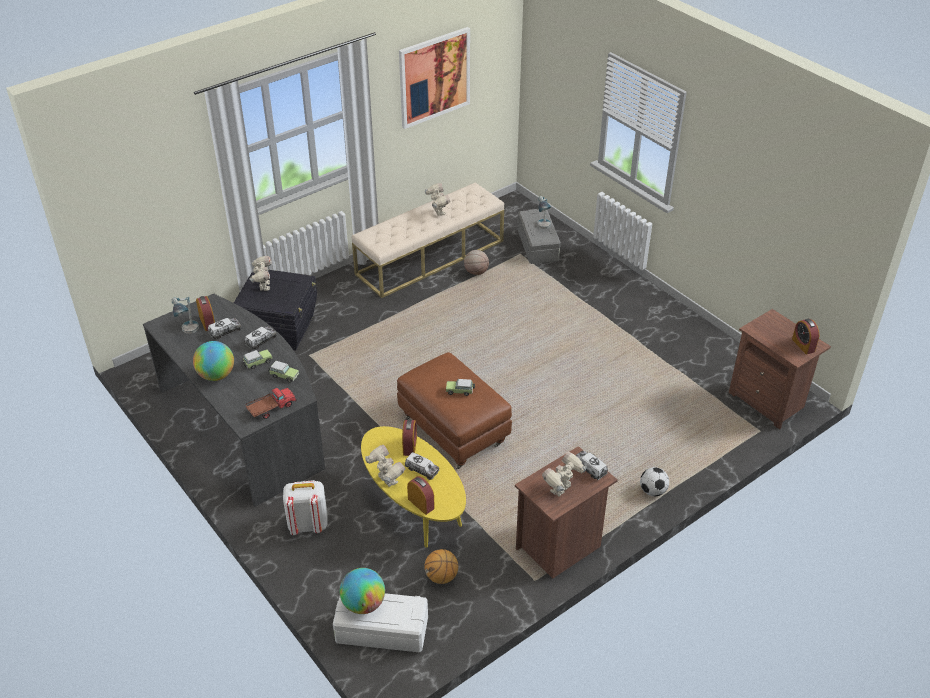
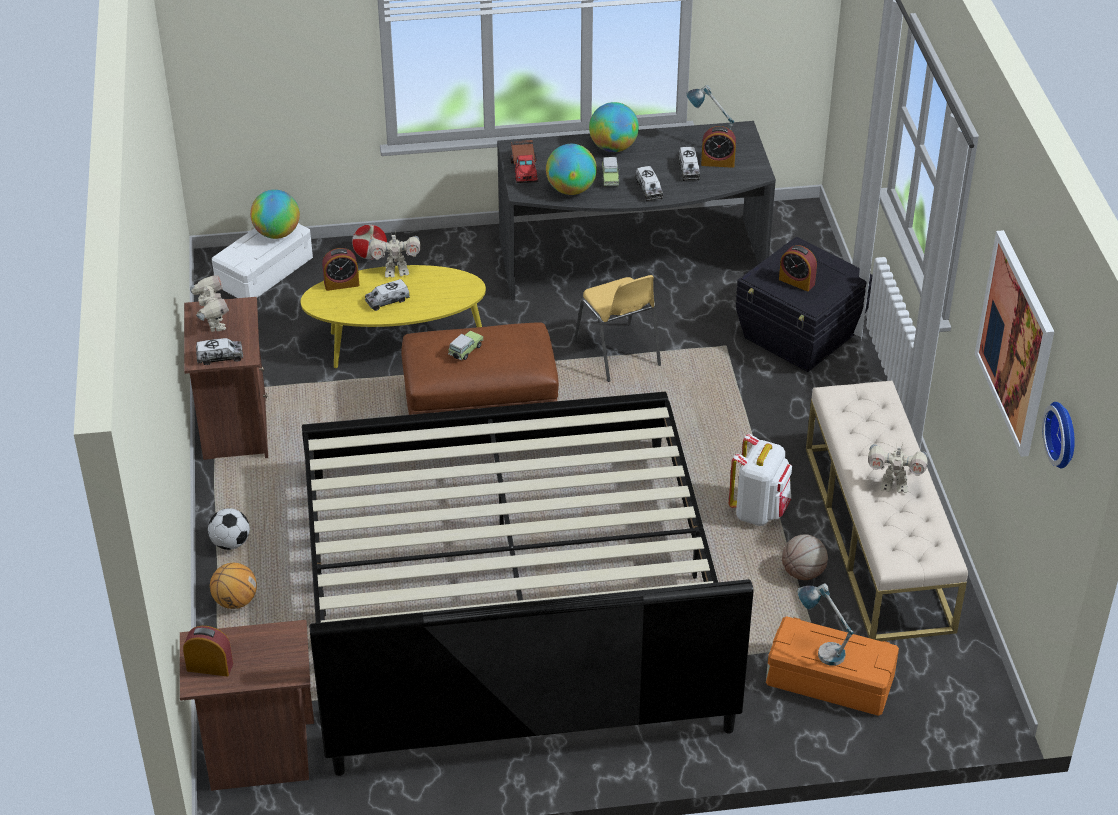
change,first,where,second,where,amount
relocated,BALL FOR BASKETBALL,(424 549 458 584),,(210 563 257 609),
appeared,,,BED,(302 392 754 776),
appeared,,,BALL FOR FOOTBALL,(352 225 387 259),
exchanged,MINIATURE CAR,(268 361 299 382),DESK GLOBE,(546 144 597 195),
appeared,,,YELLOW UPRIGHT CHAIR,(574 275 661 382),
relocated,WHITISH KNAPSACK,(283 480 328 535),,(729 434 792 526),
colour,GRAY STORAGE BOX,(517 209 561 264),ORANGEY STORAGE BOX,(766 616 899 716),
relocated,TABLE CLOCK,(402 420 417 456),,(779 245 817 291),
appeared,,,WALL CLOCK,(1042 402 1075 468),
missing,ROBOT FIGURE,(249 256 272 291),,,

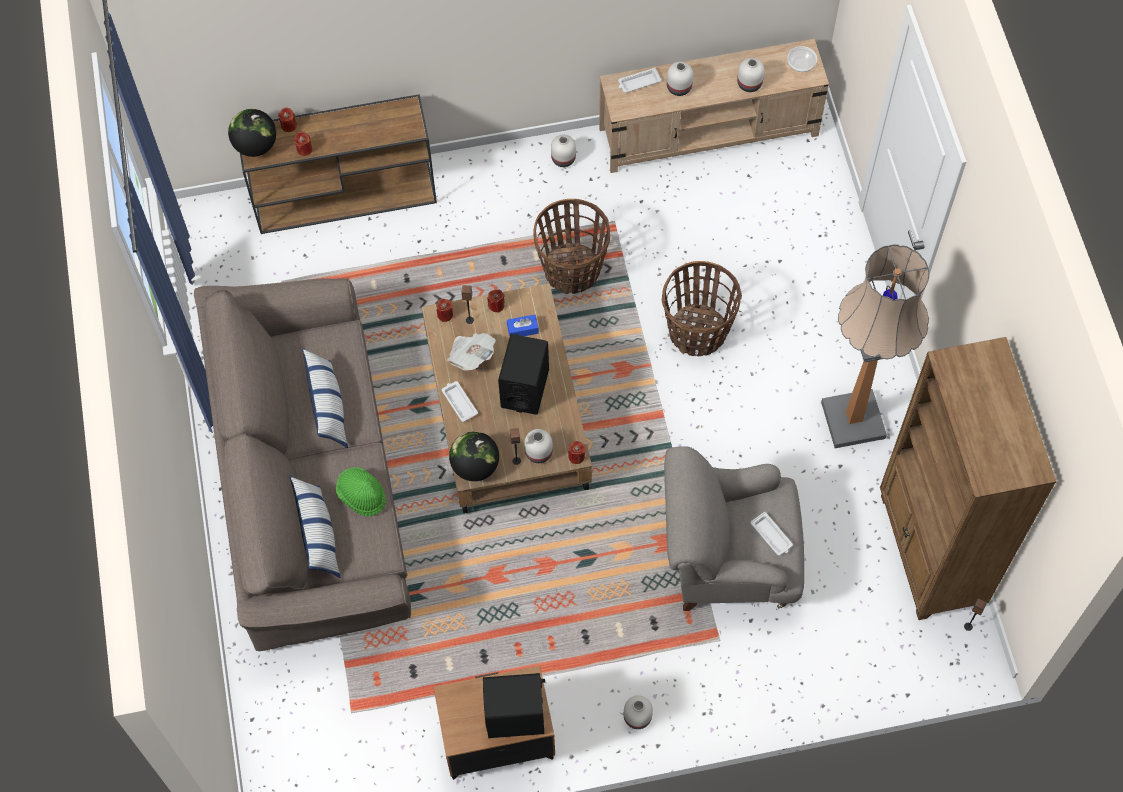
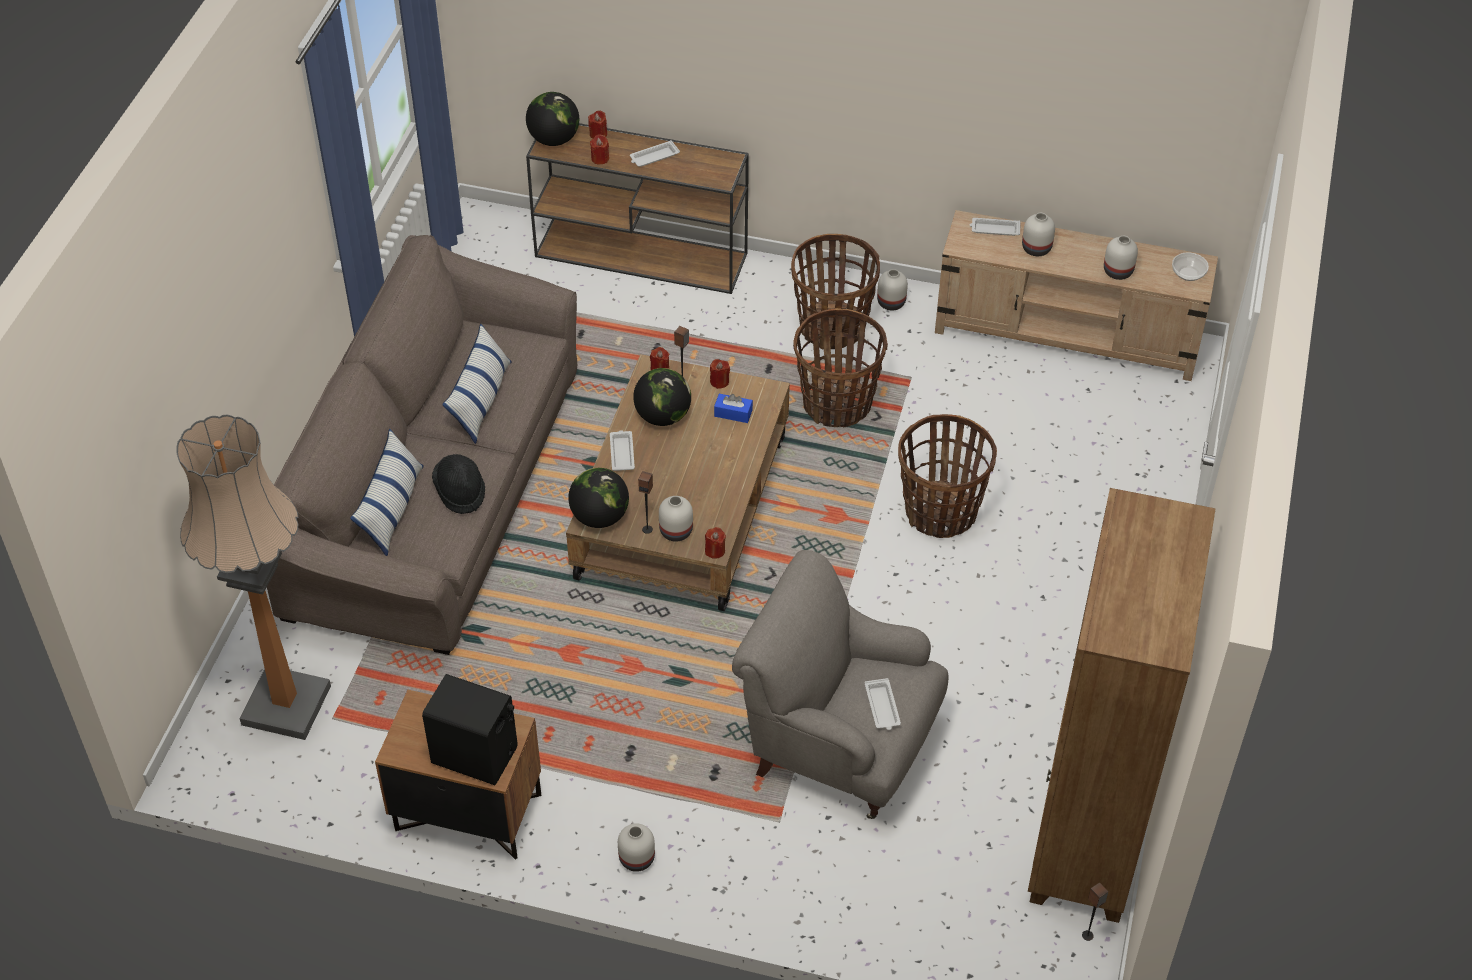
change,first,where,second,where,amount
relocated,STANDARD LAMP,(821 244 929 448),,(176 414 331 740),
colour,GREEN-COLOURED HAT,(336 467 386 516),BLACKISH HAT,(432 454 485 514),
appeared,,,WHITISH TRAY,(630 140 680 167),
exchanged,PRINTED PAPER,(447 333 496 371),DESK GLOBE,(633 368 691 426),
appeared,,,STORAGE BASKET,(791 234 880 350),
missing,BLACKISH SPEAKER,(498 334 549 415),,,

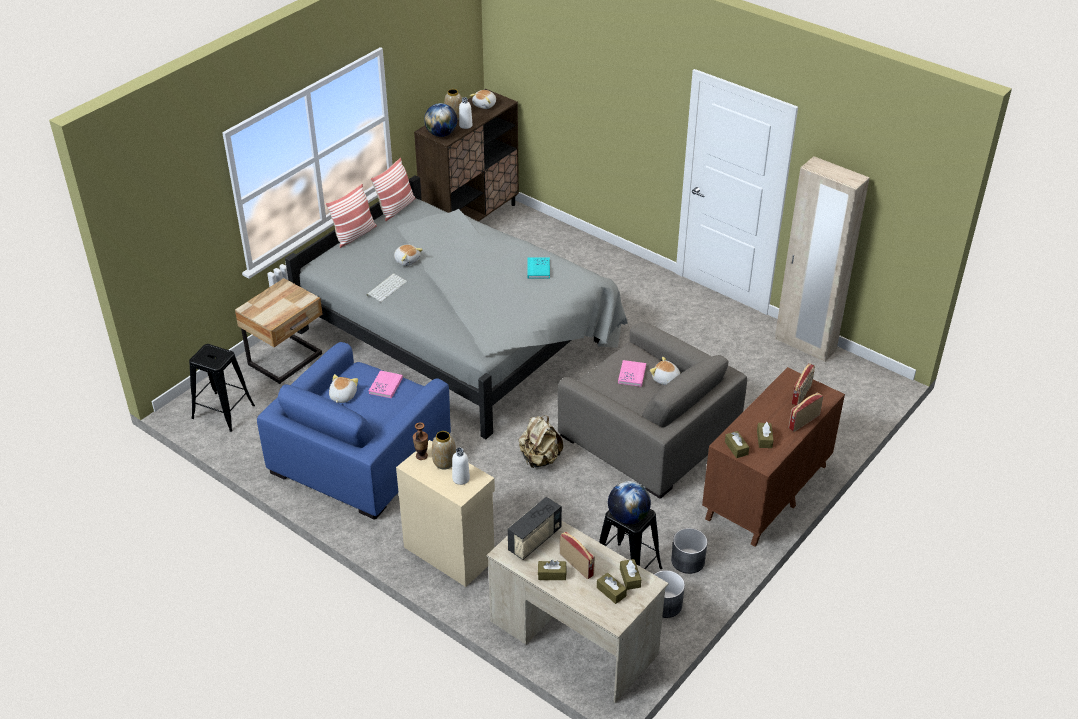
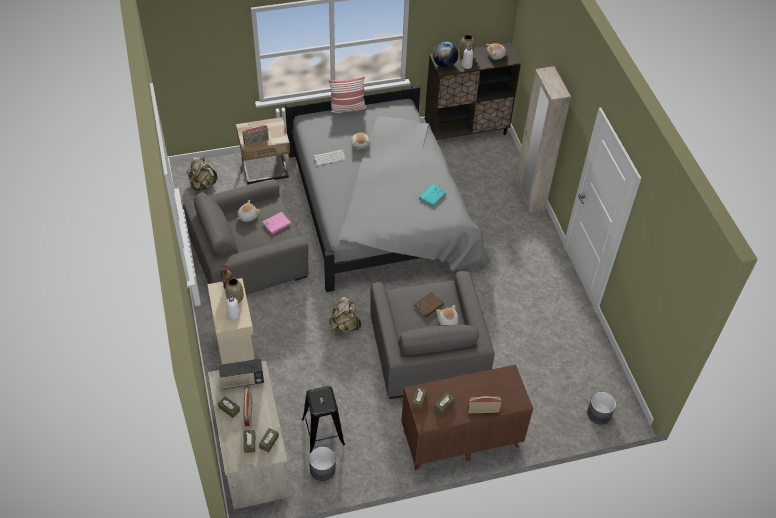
change,first,where,second,where,amount
colour,BLUE ARMCHAIR,(257 342 451 520),GRAY ARMCHAIR,(183 179 309 295),
exchanged,BLACKISH STOOL SEAT,(189 344 255 432),SAND-COLOURED KNAPSACK,(187 157 217 191),
relocated,RADIO,(791 363 815 406),,(243 125 269 146),
colour,PINKISH VOLUME,(618 360 646 387),BROWN VOLUME,(414 292 444 317),
relocated,SAND-COLOURED CLOTHES CUPBOARD,(775 156 870 362),,(515 66 571 213),
relocated,GRAY FLOWER POT,(671 528 708 574),,(587 392 616 424),
missing,PILLOW,(371 158 415 221),,,
missing,DESK GLOBE,(608 481 651 524),,,

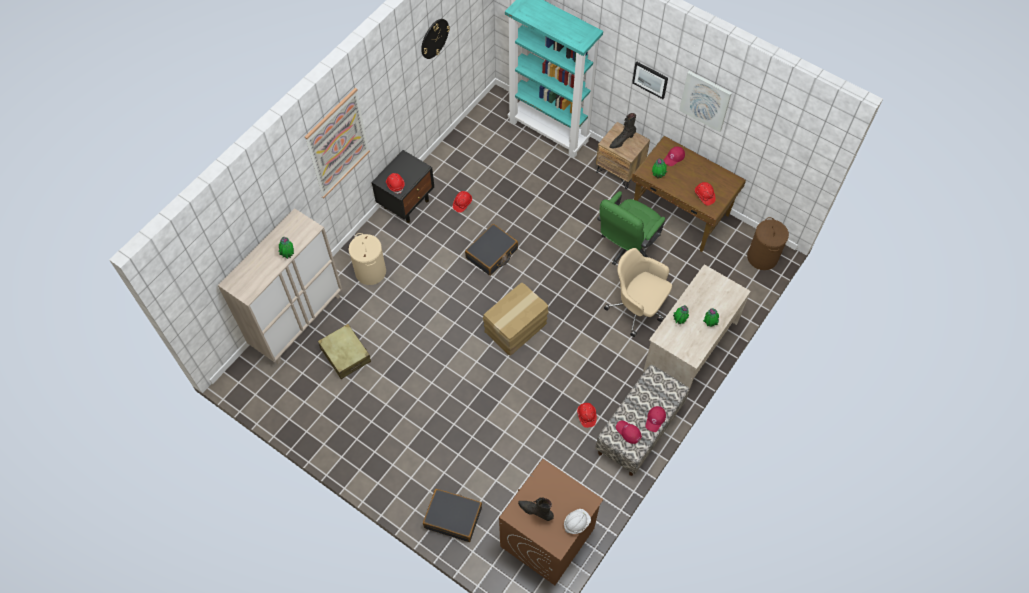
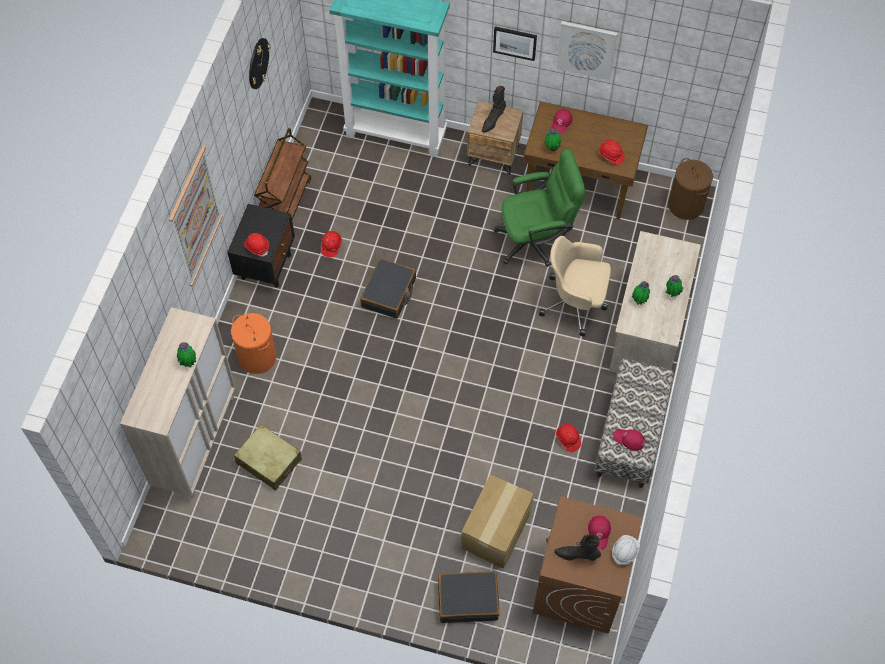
change,first,where,second,where,amount
colour,SAND-COLOURED WASHING BASKET,(349 233 386 285),ORANGEY WASHING BASKET,(231 313 277 374),
appeared,,,BROWN TROLLEY,(254 128 311 220),
relocated,CARDBOARD BOX,(483 283 549 356),,(461 475 533 568),
spun,GREEN-COLOURED OFFICE CHAIR,(597 191 665 265),,(493 149 585 267),120 degrees counterclockwise
relocated,REDDISH PEAKED CAP,(646 406 666 432),,(588 515 611 549),

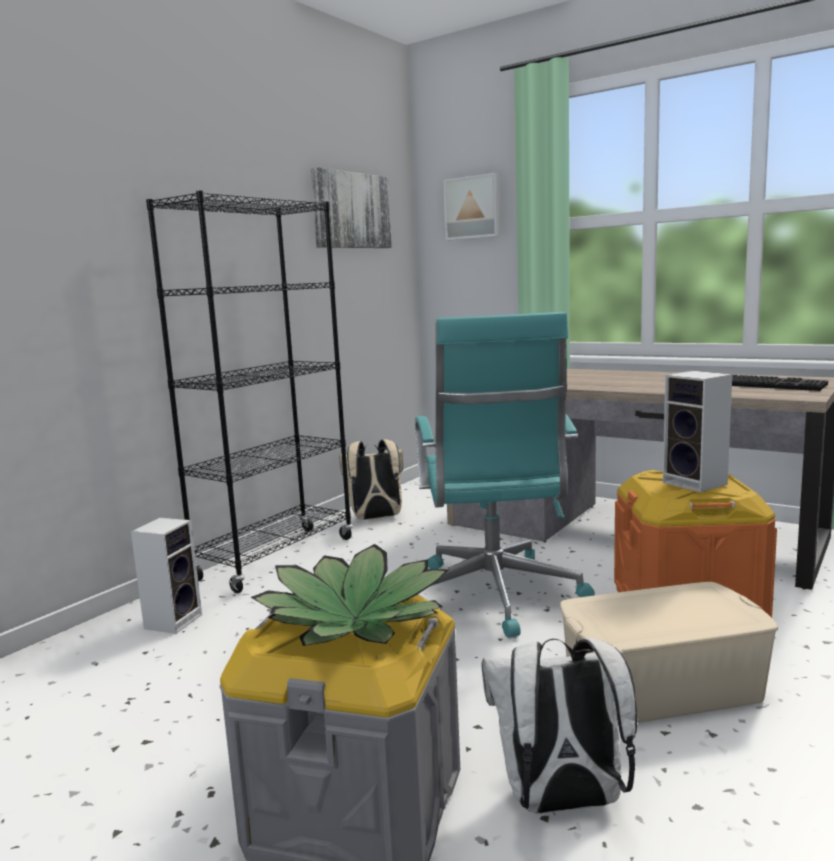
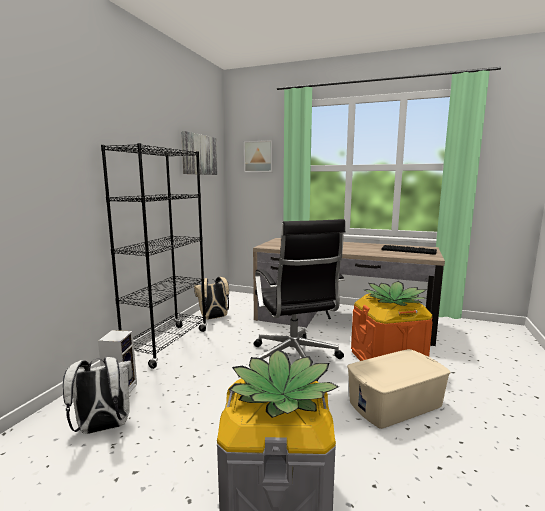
change,first,where,second,where,amount
relocated,WHITISH KNAPSACK,(481 638 637 814),,(63 357 133 434),
colour,TURQUOISE OFFICE CHAIR,(415 312 595 638),BLACKISH OFFICE CHAIR,(254 219 345 382),
exchanged,SPEAKER,(663 371 732 493),PLANT IN A POT,(365 281 427 306),

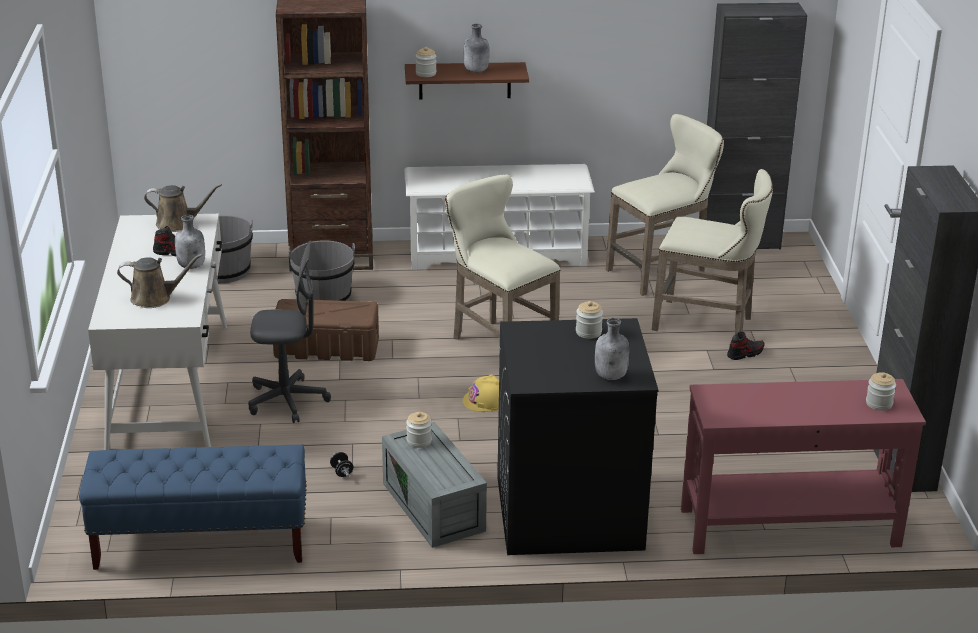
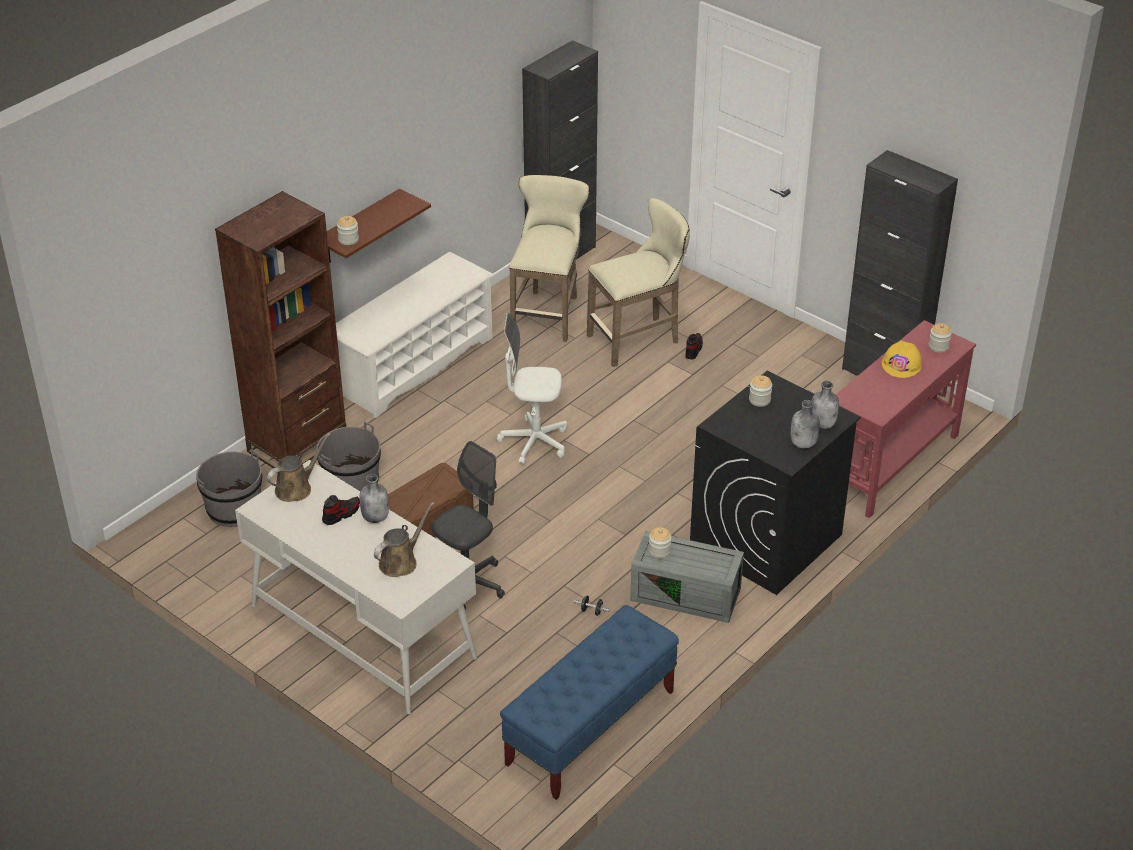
change,first,where,second,where,amount
exchanged,SAND-COLOURED STOOL SEAT,(445 174 561 340),WHITISH OFFICE CHAIR,(497 313 567 465),
relocated,GRAY BOTTLE,(464 24 489 73),,(790 400 820 449),
relocated,YELLOW SAFETY HELMET,(463 375 499 412),,(882 341 922 378),

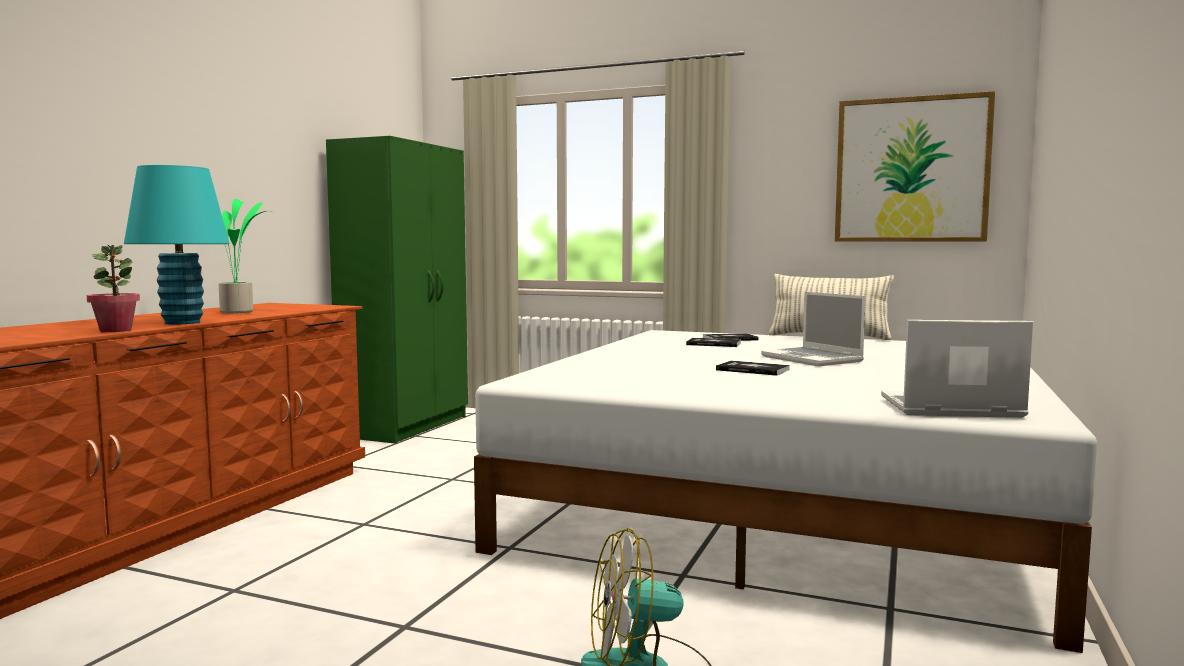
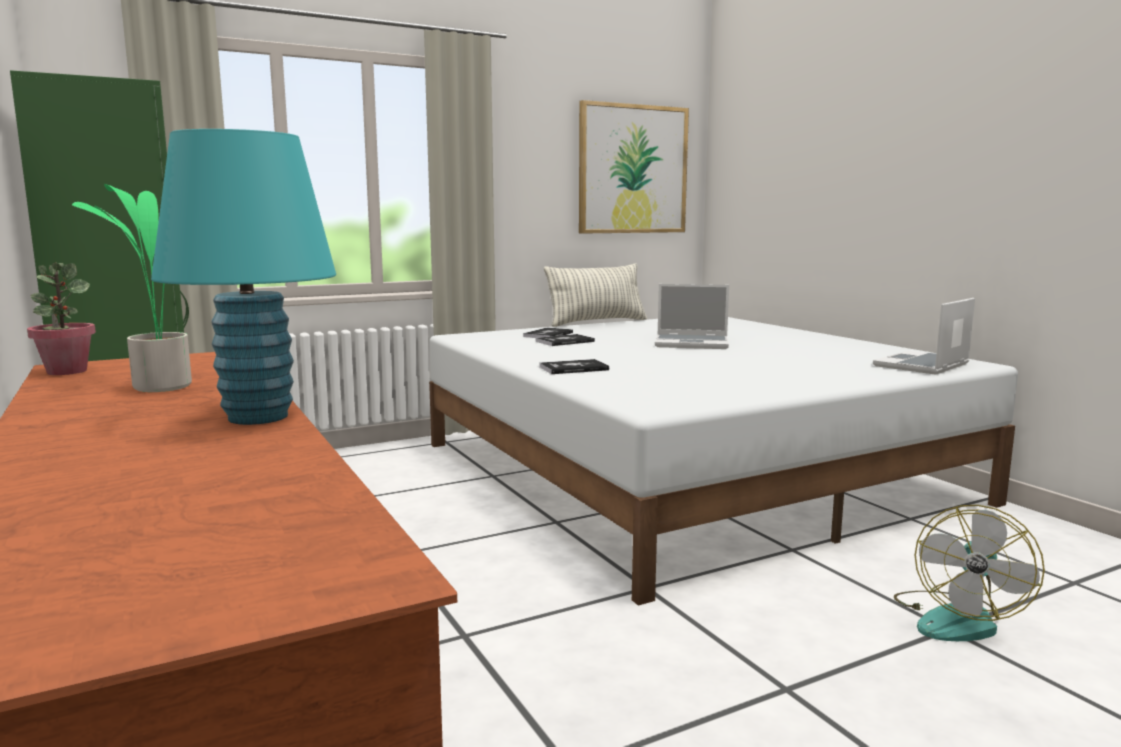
change,first,where,second,where,amount
relocated,PLANT IN A POT,(87 244 140 332),,(27 263 96 375),
relocated,VOLUME,(716 361 790 376),,(539 359 609 374),

